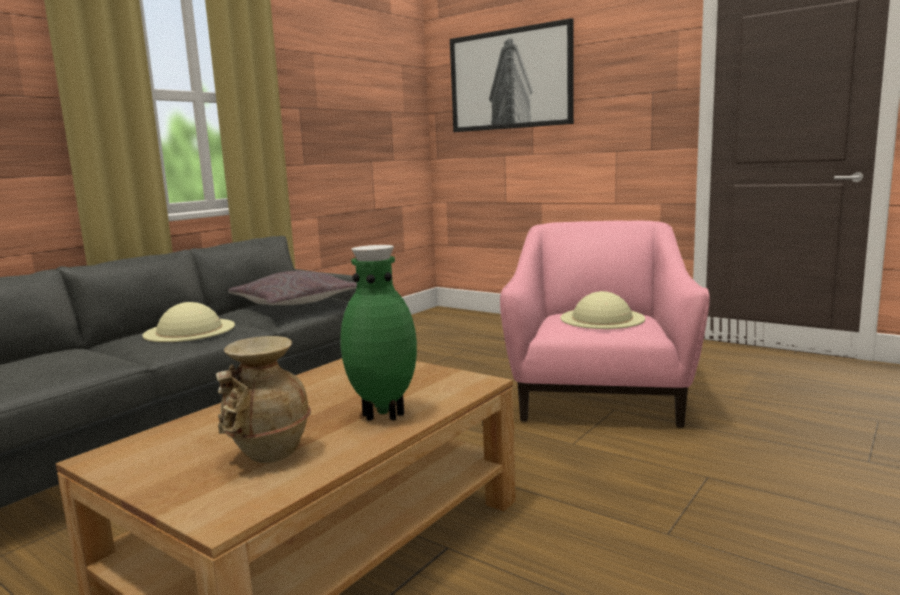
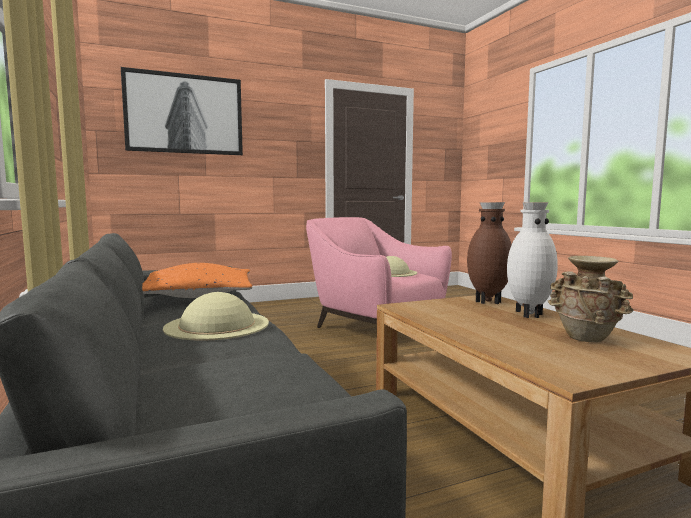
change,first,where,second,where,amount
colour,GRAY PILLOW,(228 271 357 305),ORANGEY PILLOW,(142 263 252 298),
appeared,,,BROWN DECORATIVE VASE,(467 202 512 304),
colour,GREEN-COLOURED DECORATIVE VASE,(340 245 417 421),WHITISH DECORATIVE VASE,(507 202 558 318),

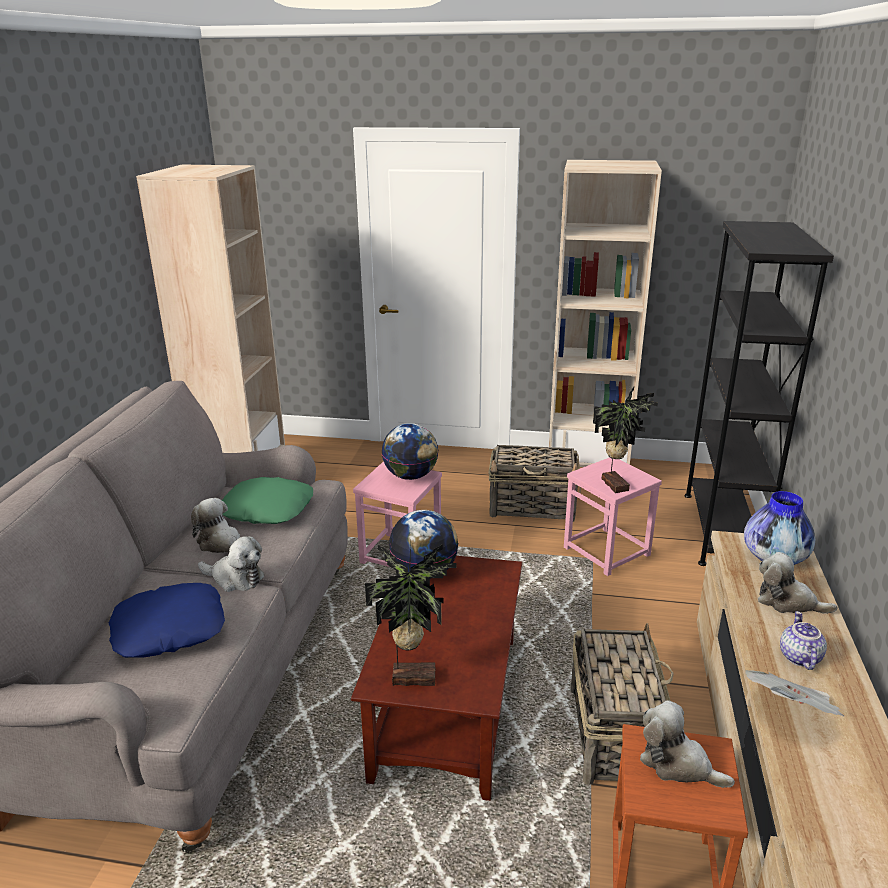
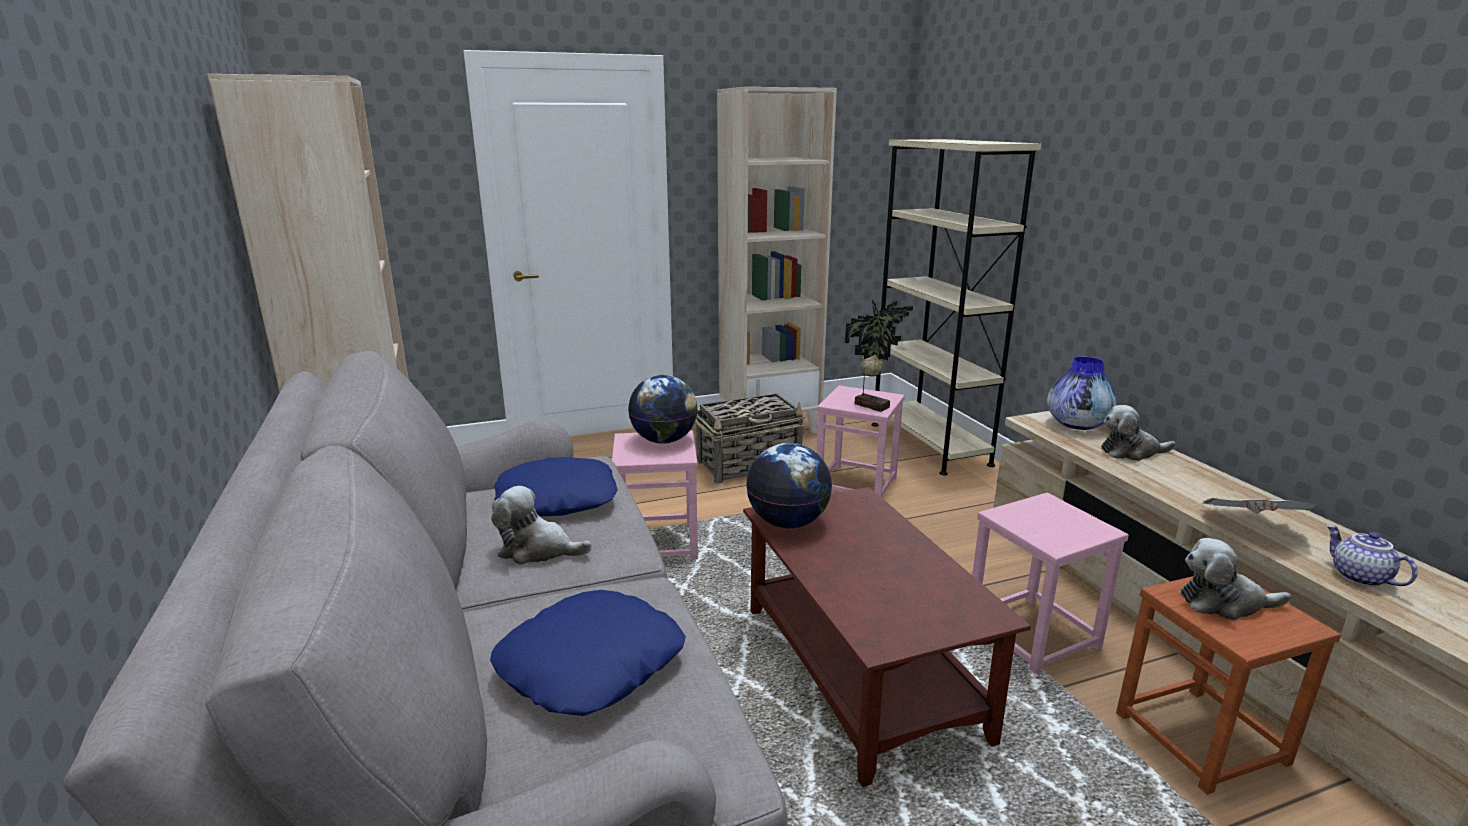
change,first,where,second,where,amount
colour,GREEN-COLOURED PILLOW,(222 477 313 524),BLUE PILLOW,(494 457 618 517),
colour,BLACKISH SHELVING UNIT,(685 221 834 566),SAND-COLOURED SHELVING UNIT,(871 139 1041 475),
exchanged,STORAGE BASKET,(571 623 674 785),PINKISH STOOL SEAT,(972 493 1129 674),
relocated,TEA POT,(780 611 827 670),,(1326 525 1418 587),
missing,SOFT TOY,(198 536 265 592),,,
missing,PLANT IN A POT,(365 541 457 686),,,

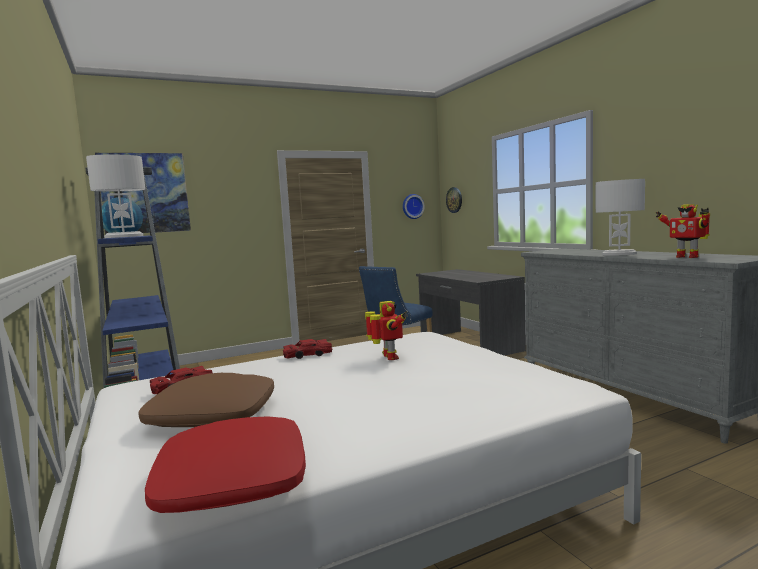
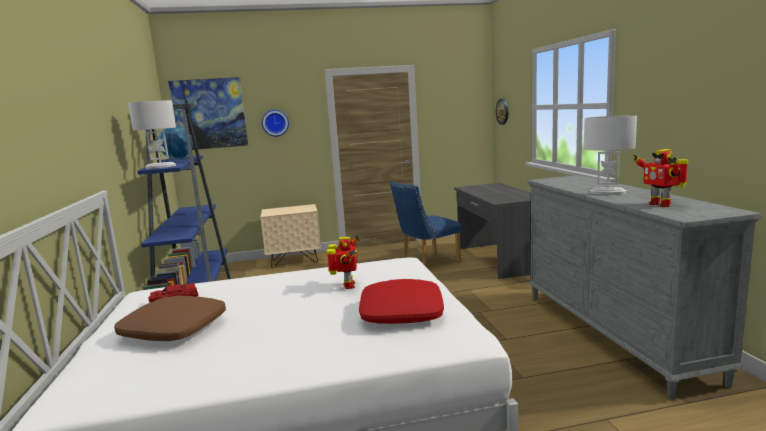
change,first,where,second,where,amount
appeared,,,SAND-COLOURED NIGHTSTAND,(261 204 321 268),
relocated,WALL CLOCK,(403 194 425 219),,(262 110 289 137),
relocated,REDDISH PILLOW,(145 416 306 513),,(359 279 444 324),
missing,REDDISH MINIATURE CAR,(283 339 332 359),,,

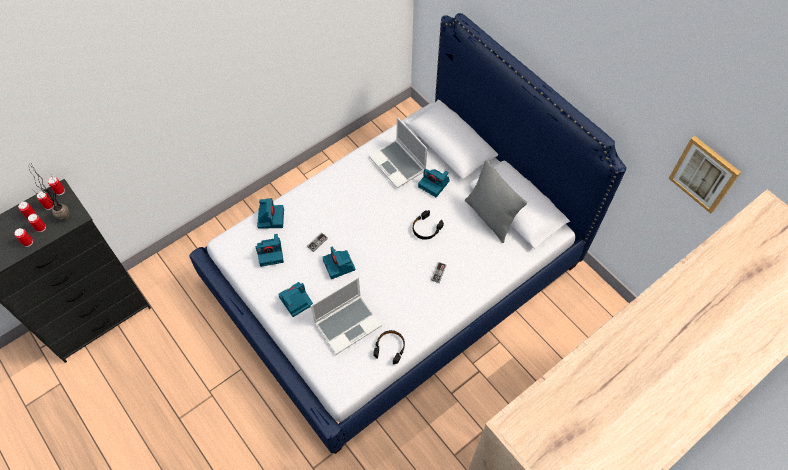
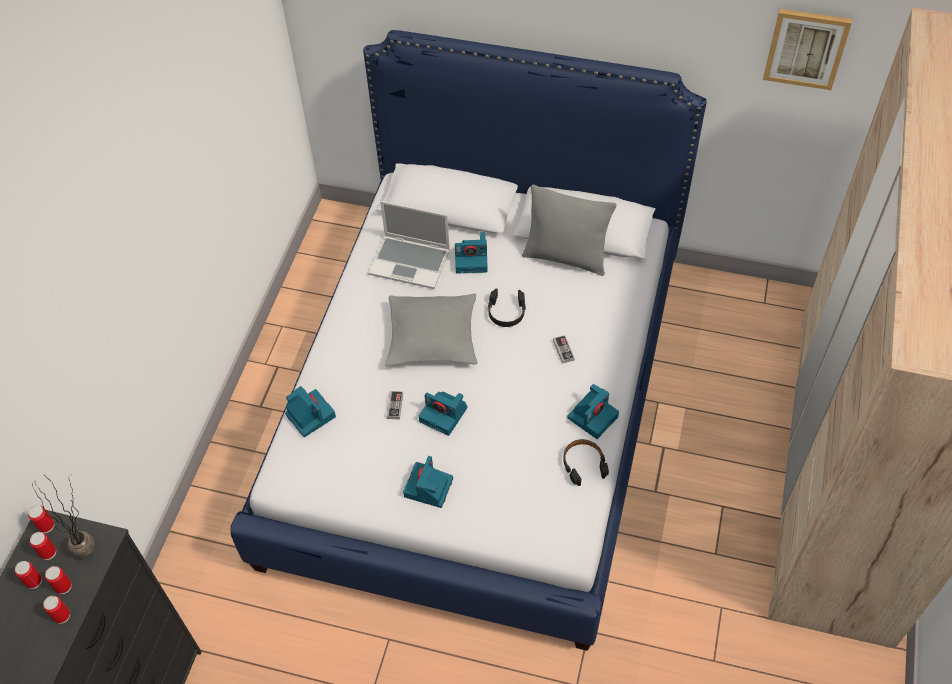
change,first,where,second,where,amount
appeared,,,GRAY PILLOW,(385 294 477 366),
relocated,STILL CAMERA,(256 234 284 267),,(567 384 619 439),
missing,PORTABLE COMPUTER,(311 277 382 355),,,

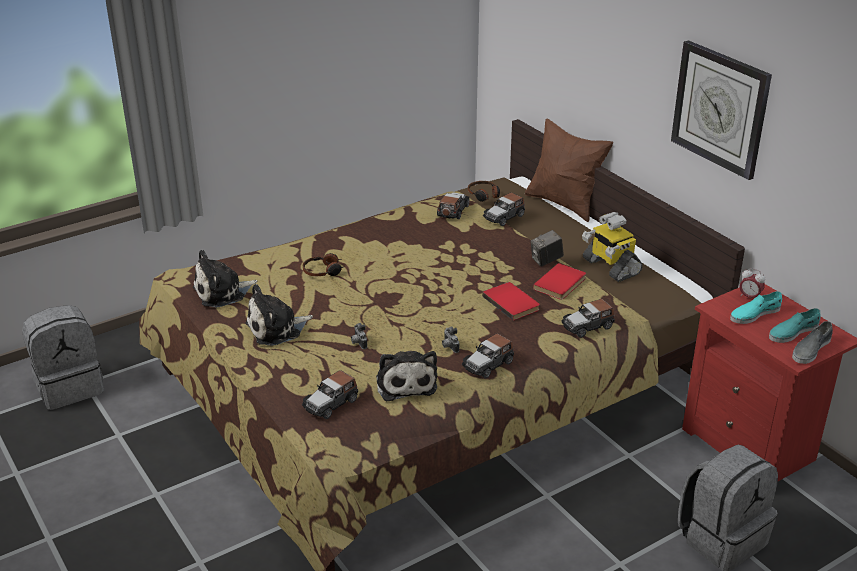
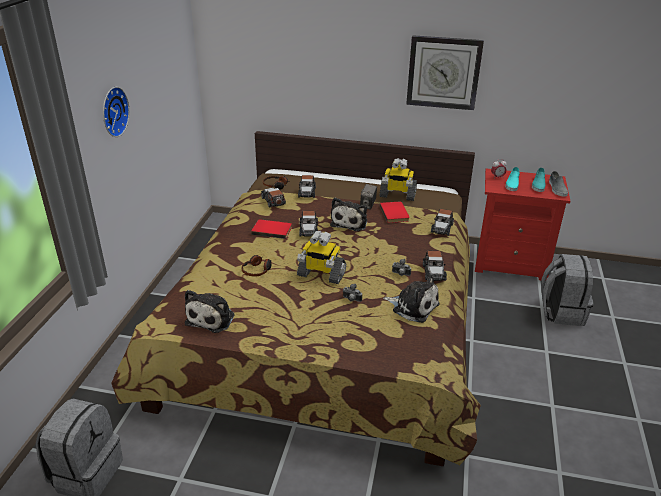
change,first,where,second,where,amount
appeared,,,WALL CLOCK,(103 87 130 137),
relocated,REDDISH VOLUME,(482 282 540 320),,(251 219 292 239),
appeared,,,ROBOT FIGURE,(297 231 346 284),
relocated,MINIATURE CAR,(302 370 358 419),,(299 211 318 236),
relocated,SOFT TOY,(245 284 313 346),,(330 198 367 231),
missing,BROWN PILLOW,(525 118 613 222),,,

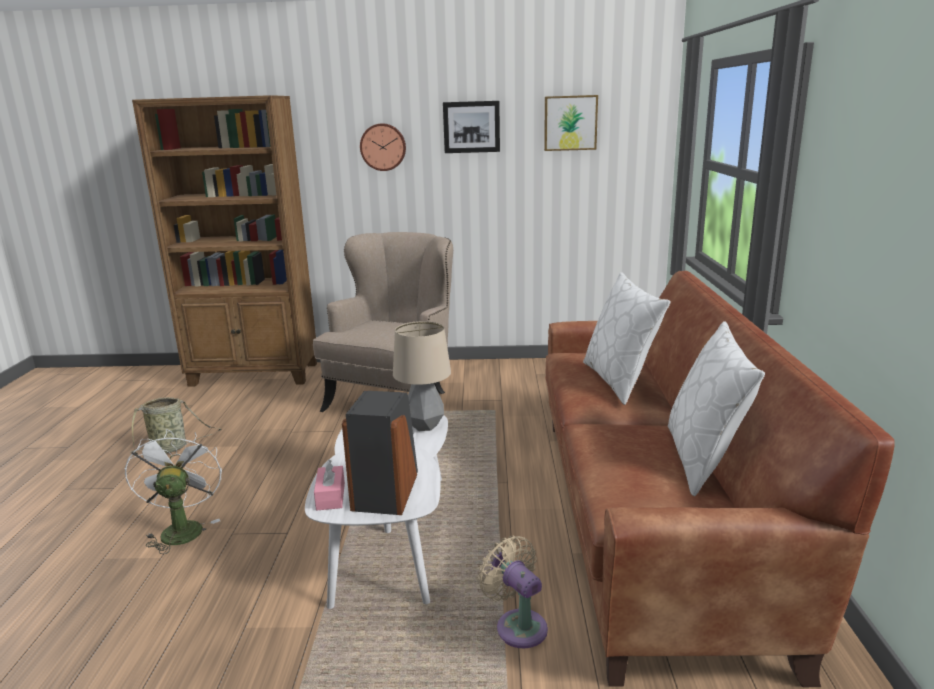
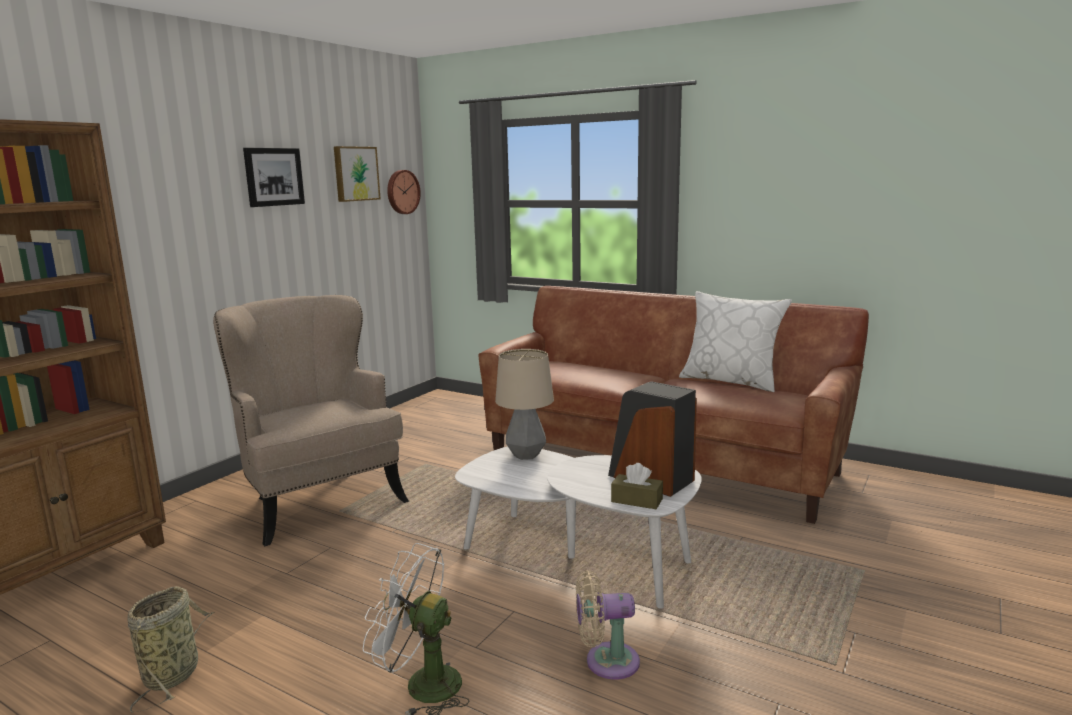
change,first,where,second,where,amount
relocated,WALL CLOCK,(360 123 406 171),,(387 170 421 214),
relocated,SAND-COLOURED ELECTRIC FAN,(478 536 548 648),,(576 570 640 680),
colour,PINKISH BOX OF TISSUES,(314 459 345 510),BROWN BOX OF TISSUES,(611 463 663 509),
missing,WHITISH PILLOW,(583 272 671 405),,,

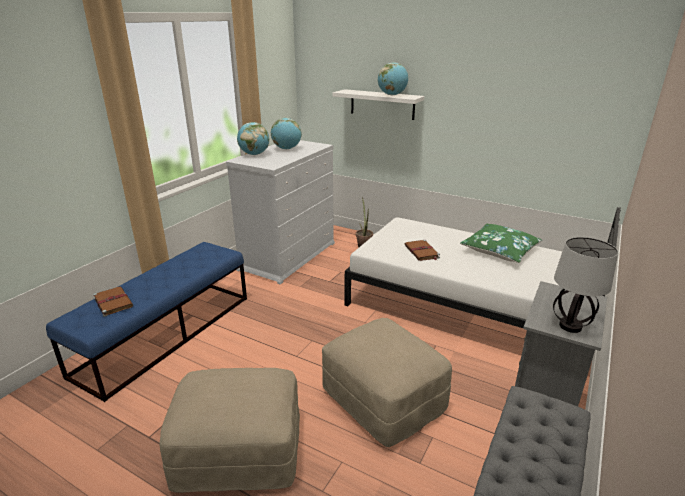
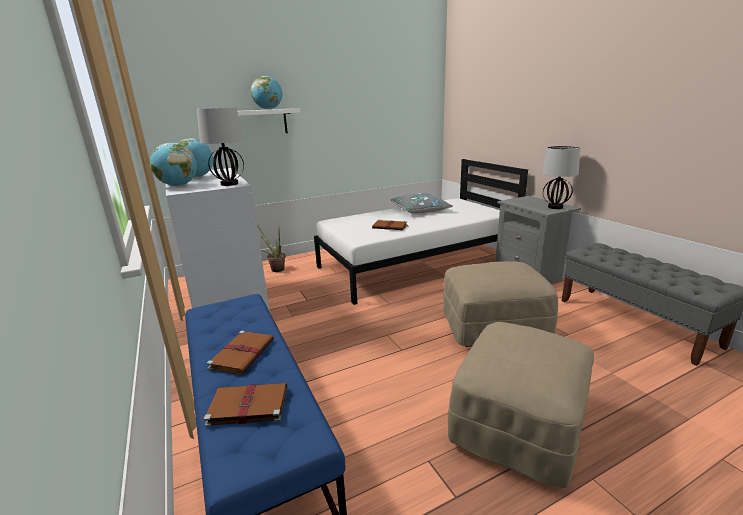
change,first,where,second,where,amount
appeared,,,LAMP FOR A TABLE,(197 107 244 186),
appeared,,,BROWN VOLUME,(207 331 274 375),
colour,GREEN-COLOURED PILLOW,(460 223 542 263),GRAY PILLOW,(390 193 453 214),

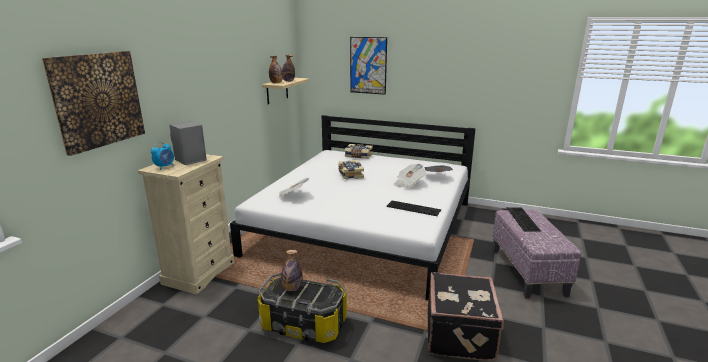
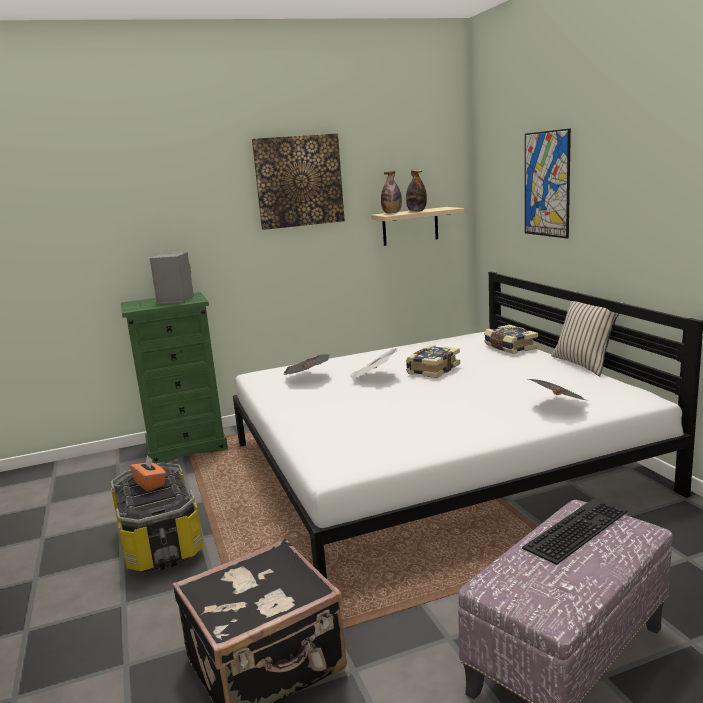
change,first,where,second,where,amount
colour,SAND-COLOURED CHEST OF DRAWERS,(138 154 234 295),GREEN-COLOURED CHEST OF DRAWERS,(121 292 228 464),
exchanged,BOTTLE,(281 250 303 291),ORANGEY BOX OF TISSUES,(130 455 166 492),
relocated,PICTURE,(42 51 145 156),,(252 133 345 230),
relocated,PRINTED PAPER,(393 164 426 188),,(350 348 397 381),
appeared,,,SAND-COLOURED PILLOW,(551 291 624 376),
missing,TABLE CLOCK,(151 142 174 170),,,
missing,PC KEYBOARD,(386 201 441 216),,,

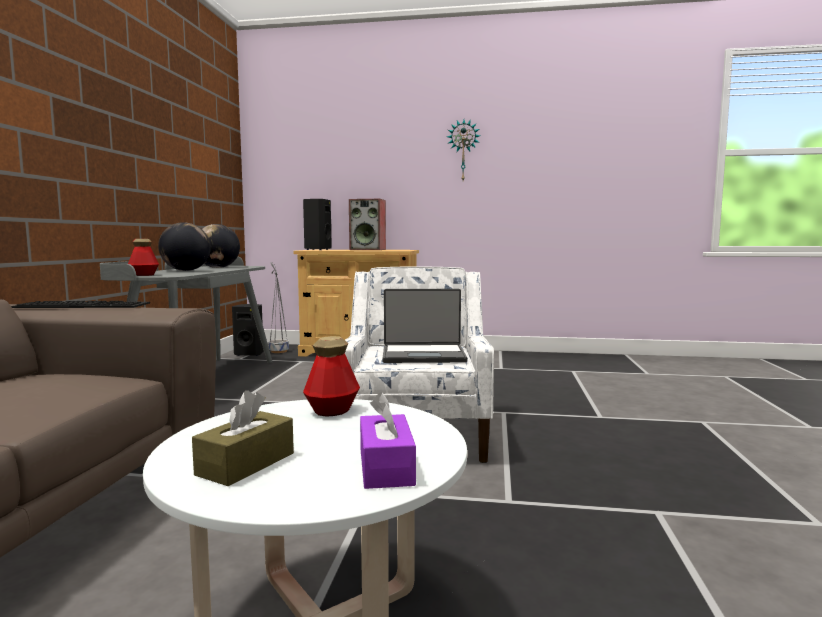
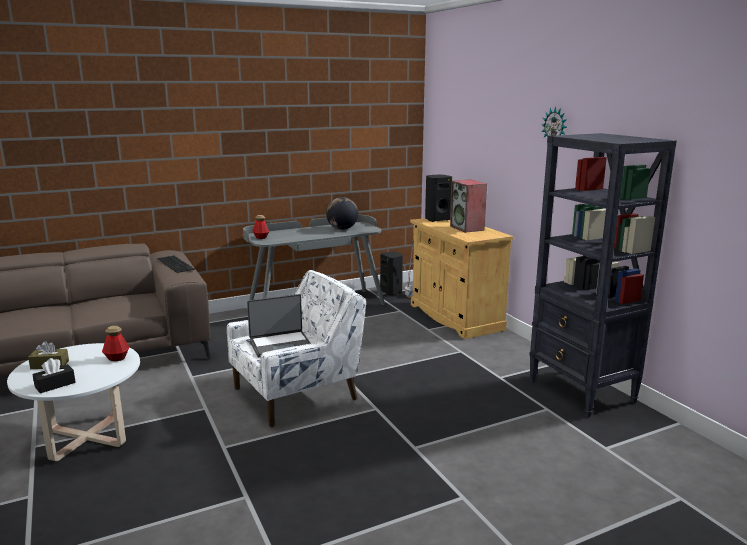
change,first,where,second,where,amount
colour,PURPLE-COLOURED BOX OF TISSUES,(360 392 416 489),BLACKISH BOX OF TISSUES,(32 358 76 393),
spun,PORTABLE COMPUTER,(383 289 467 363),,(247 294 311 357),75 degrees counterclockwise
appeared,,,BLACKISH SHELVING UNIT,(529 133 677 417),
missing,DESK GLOBE,(158 222 211 271),,,

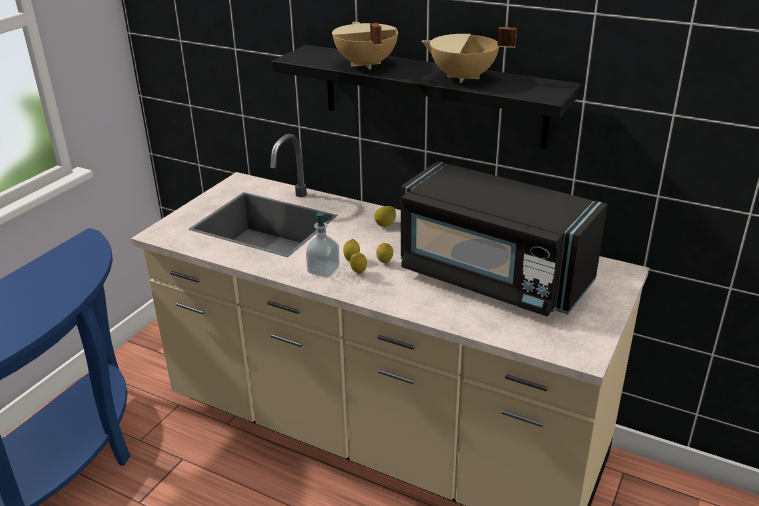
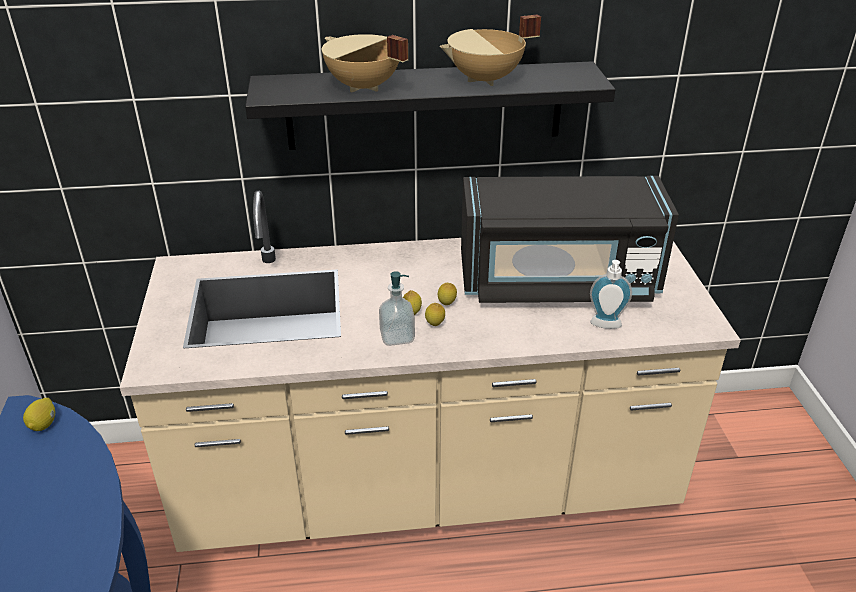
change,first,where,second,where,amount
relocated,LEMON,(374 206 396 227),,(23 398 55 431),
appeared,,,SOAP BOTTLE,(590 260 632 329),

